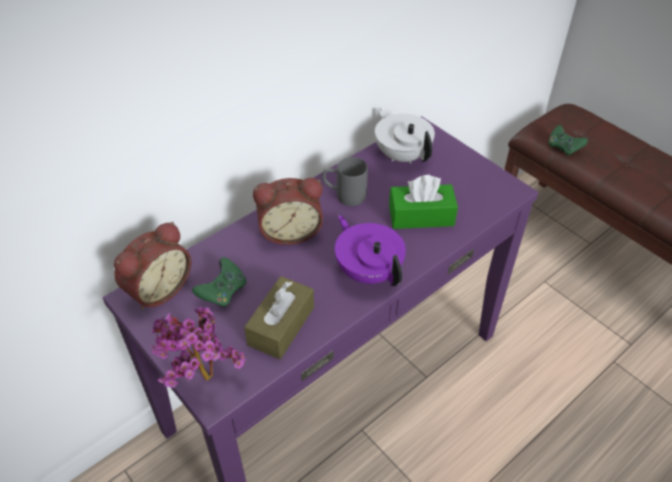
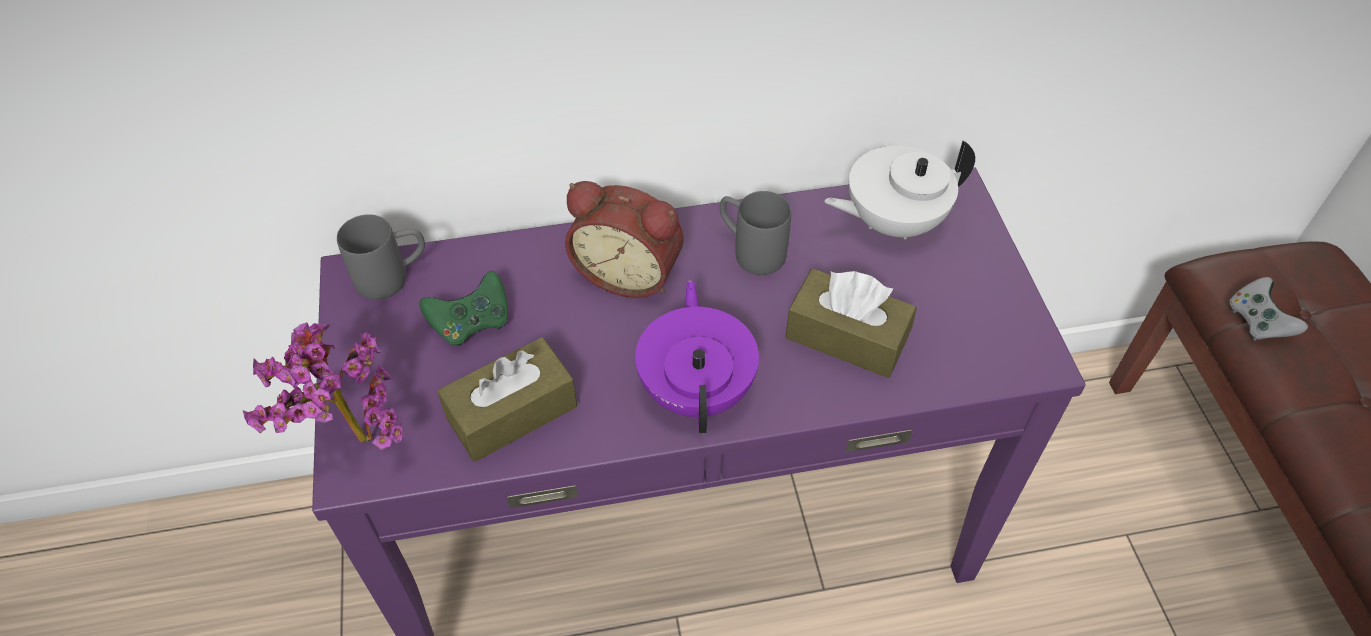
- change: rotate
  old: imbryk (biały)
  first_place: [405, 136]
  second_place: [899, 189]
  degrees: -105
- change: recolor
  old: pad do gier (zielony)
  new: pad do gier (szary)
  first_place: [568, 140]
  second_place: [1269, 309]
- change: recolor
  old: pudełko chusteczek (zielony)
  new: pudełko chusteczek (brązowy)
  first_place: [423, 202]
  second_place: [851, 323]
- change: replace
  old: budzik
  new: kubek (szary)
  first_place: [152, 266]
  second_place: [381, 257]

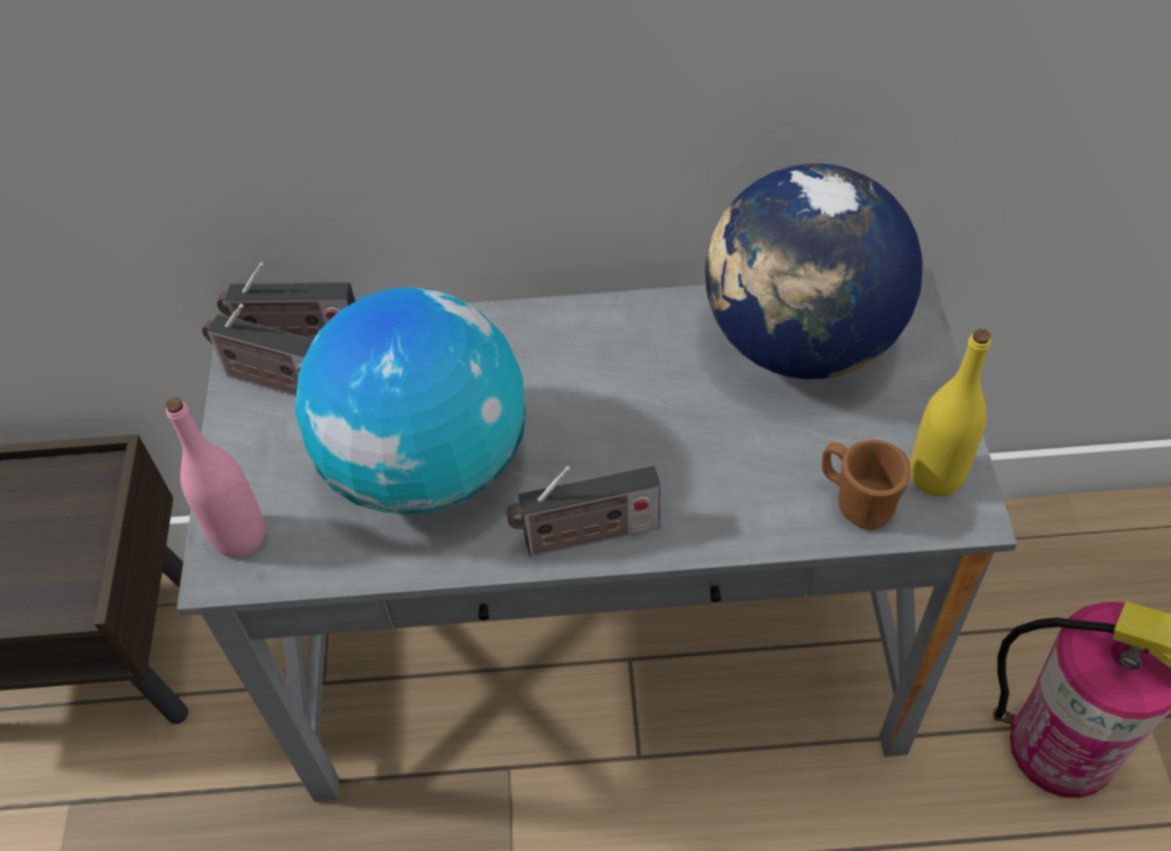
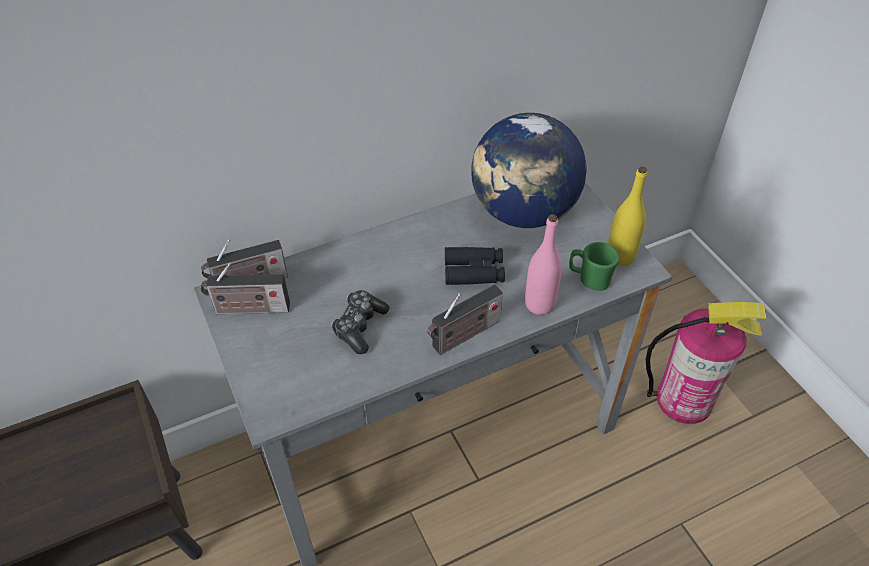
- change: replace
  old: globus
  new: pad do gier
  first_place: [410, 401]
  second_place: [360, 322]
- change: move
  old: butelka (różowy)
  first_place: [215, 477]
  second_place: [543, 264]
- change: recolor
  old: kubek (brązowy)
  new: kubek (zielony)
  first_place: [866, 485]
  second_place: [594, 266]
- change: insert
  new: lornetka (czarny)
  second_place: [475, 266]

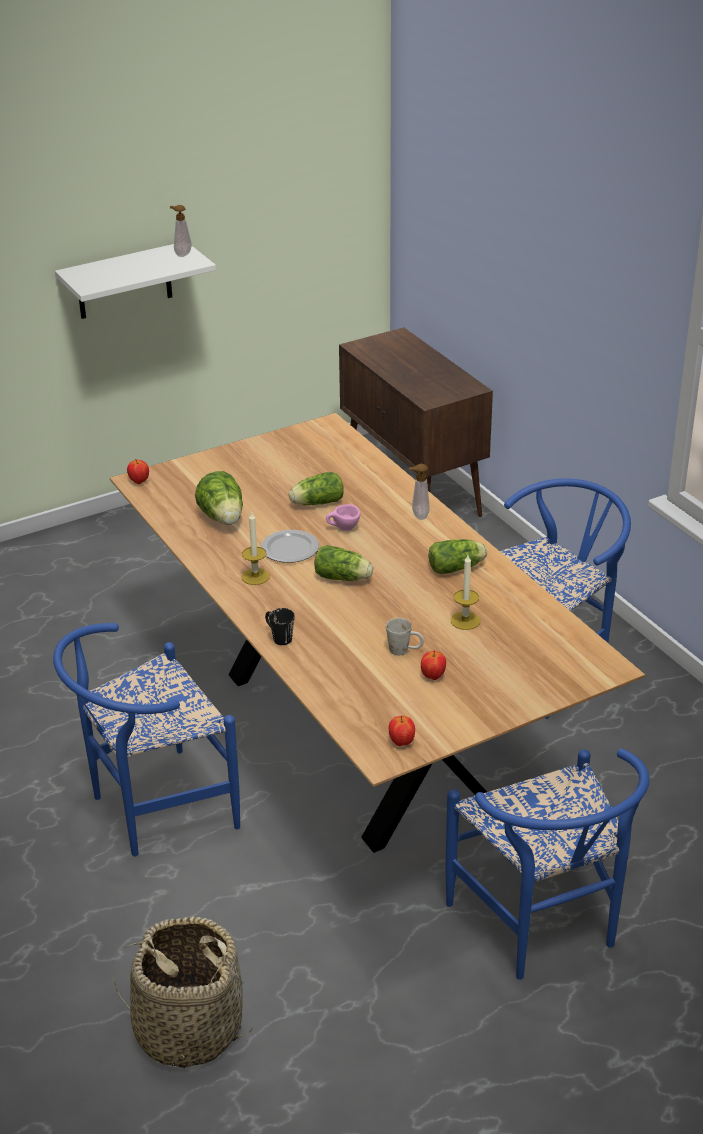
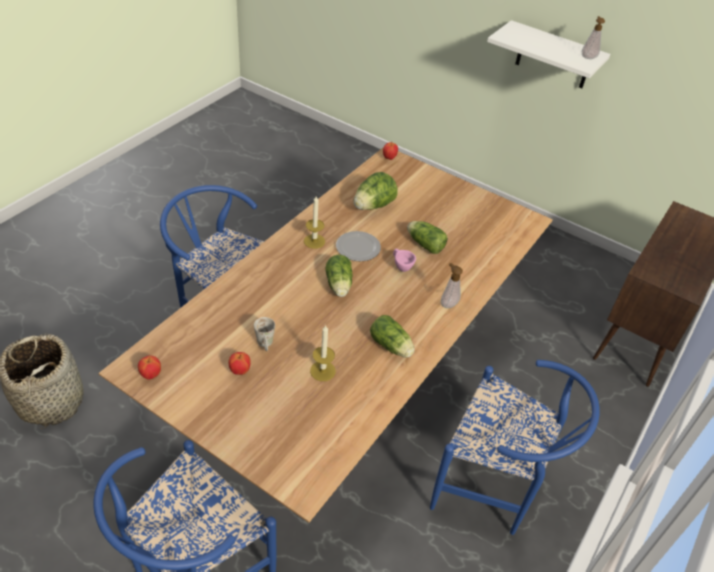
- change: delete
  old: kubek (czarny)
  first_place: [280, 626]

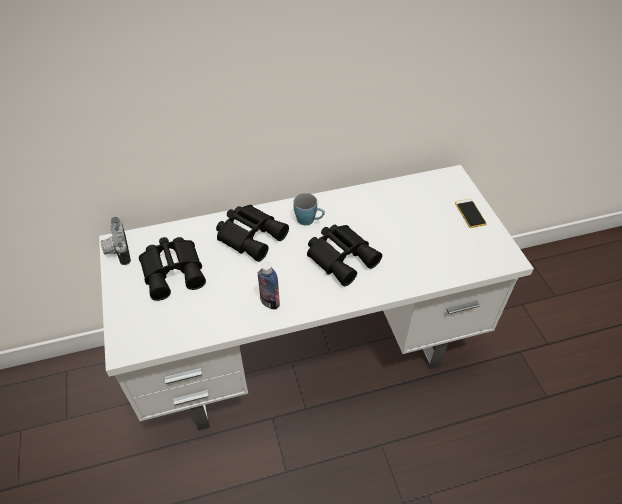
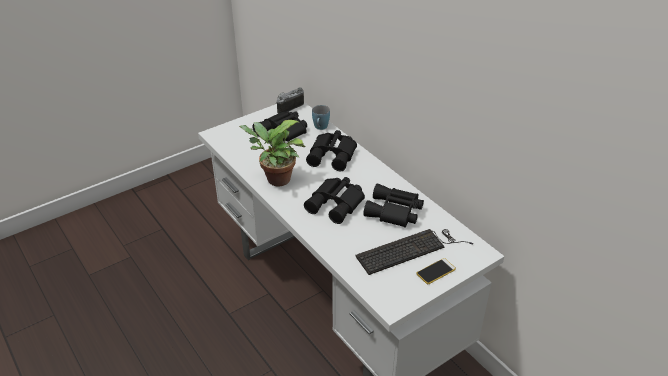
- change: move
  old: kubek (niebieski)
  first_place: [309, 209]
  second_place: [321, 117]
- change: replace
  old: butelka
  new: roślina doniczkowa
  first_place: [269, 286]
  second_place: [272, 153]
- change: insert
  new: lornetka (czarny)
  second_place: [393, 205]
- change: insert
  new: klawiatura
  second_place: [414, 252]

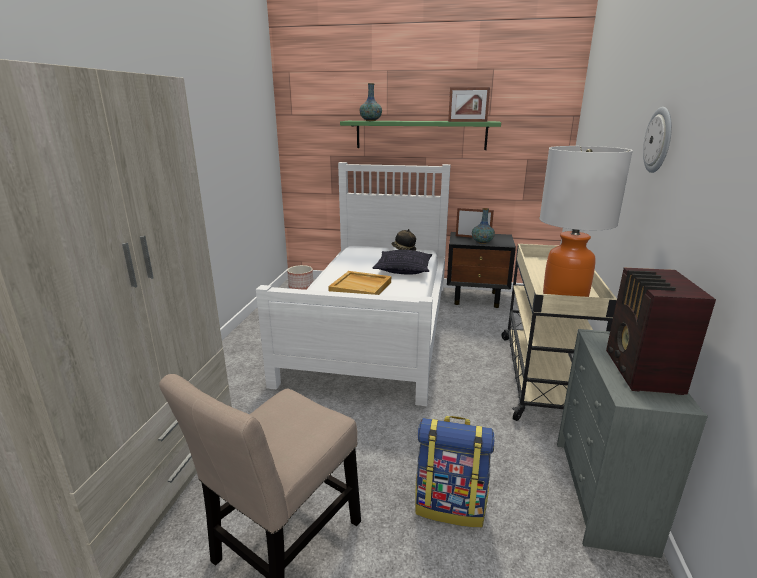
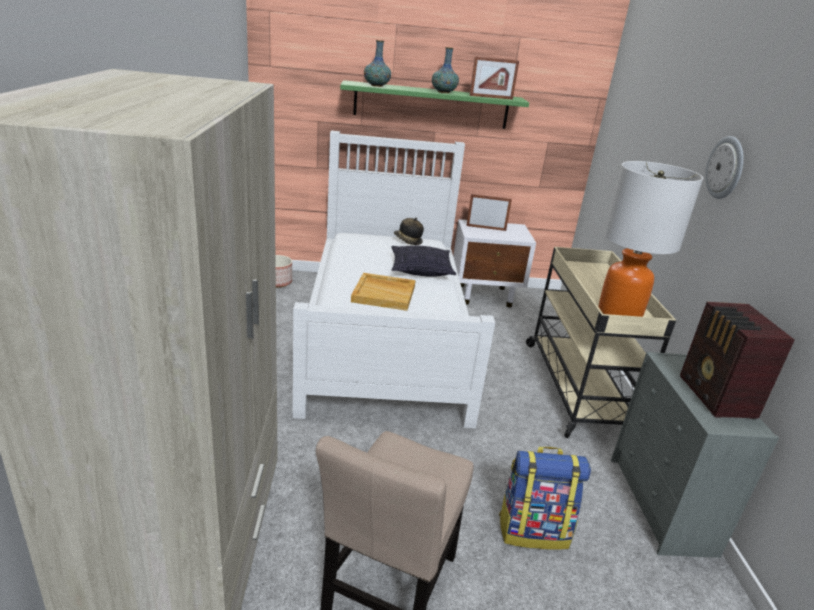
- change: move
  old: wazon
  first_place: [483, 226]
  second_place: [445, 70]
- change: recolor
  old: szafka nocna (czarny)
  new: szafka nocna (biały)
  first_place: [481, 270]
  second_place: [494, 263]

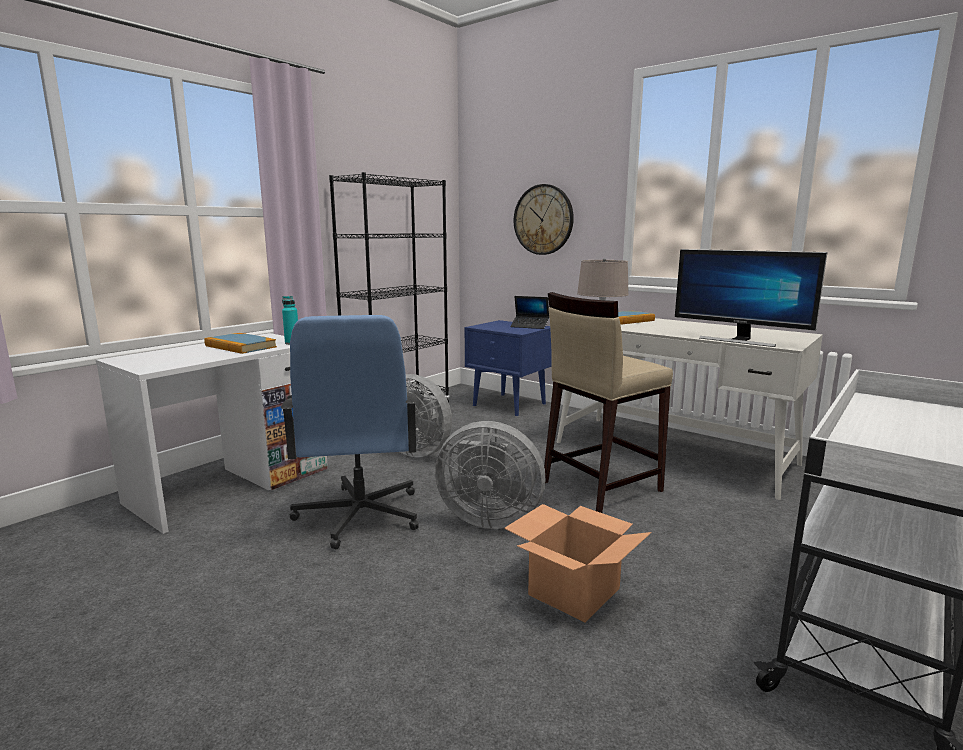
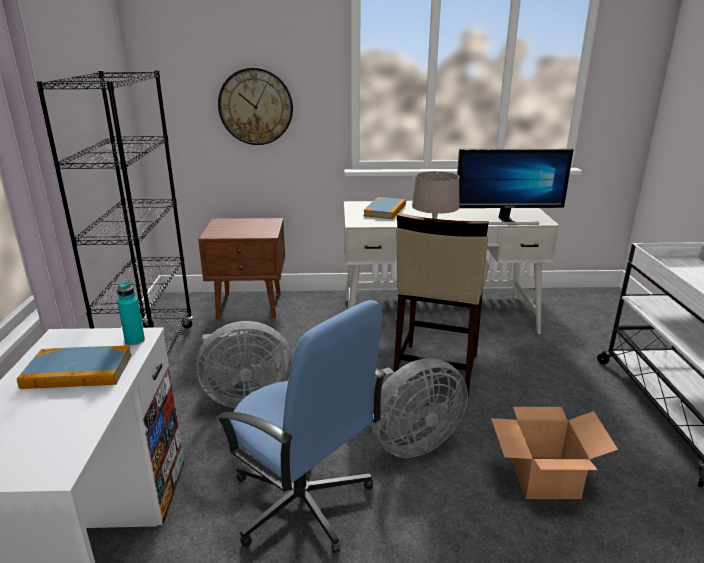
- change: delete
  old: laptop
  first_place: [529, 312]
- change: recolor
  old: szafka nocna (niebieski)
  new: szafka nocna (brązowy)
  first_place: [508, 368]
  second_place: [241, 268]

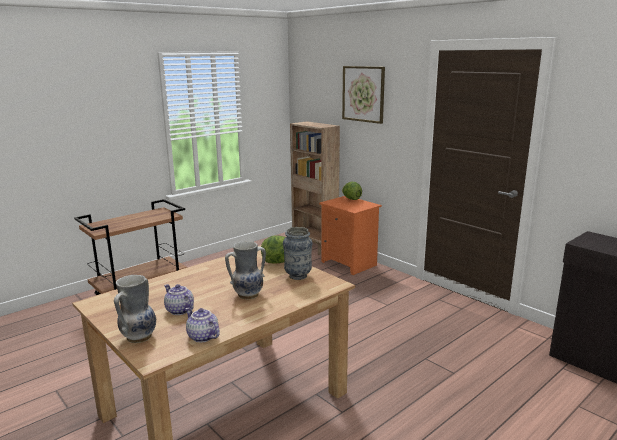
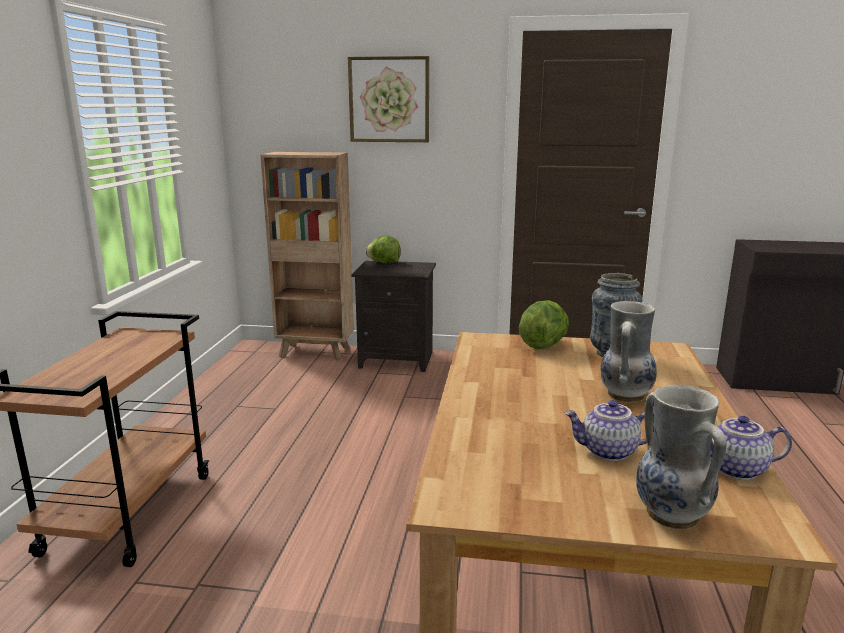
- change: recolor
  old: szafka nocna (pomarańczowy)
  new: szafka nocna (czarny)
  first_place: [350, 235]
  second_place: [393, 316]

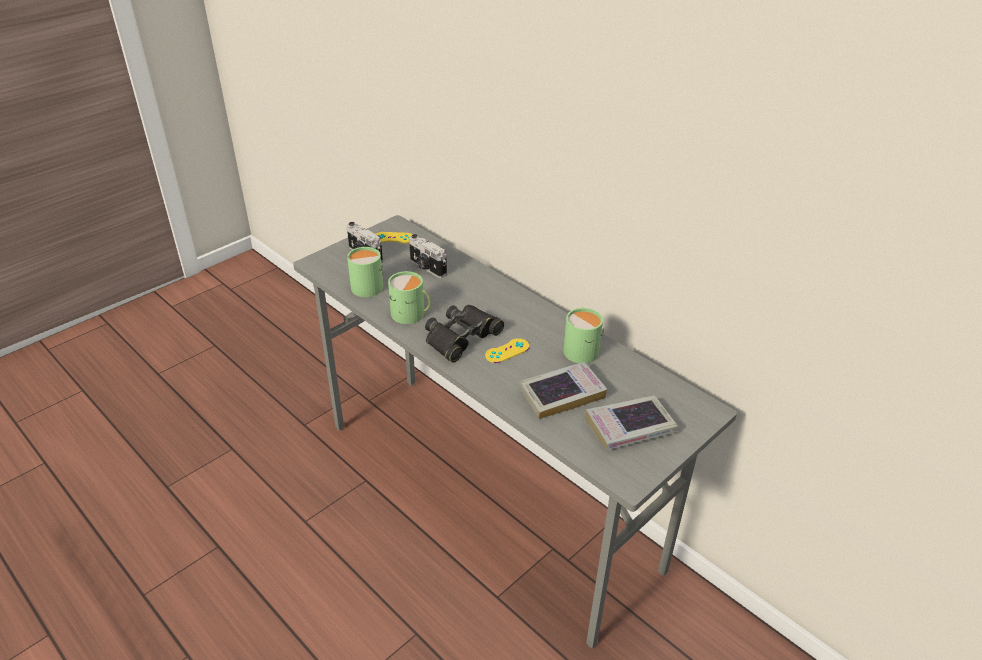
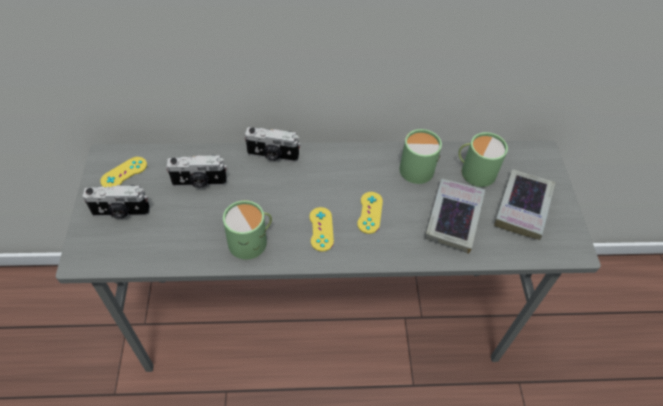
- change: move
  old: kubek (zielony)
  first_place: [365, 272]
  second_place: [483, 159]
- change: replace
  old: lornetka (czarny)
  new: pad do gier (żółty)
  first_place: [464, 334]
  second_place: [321, 229]
- change: insert
  new: aparat fotograficzny
  second_place: [272, 144]

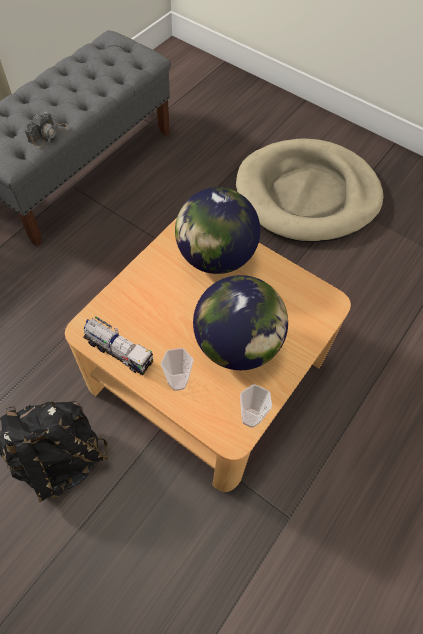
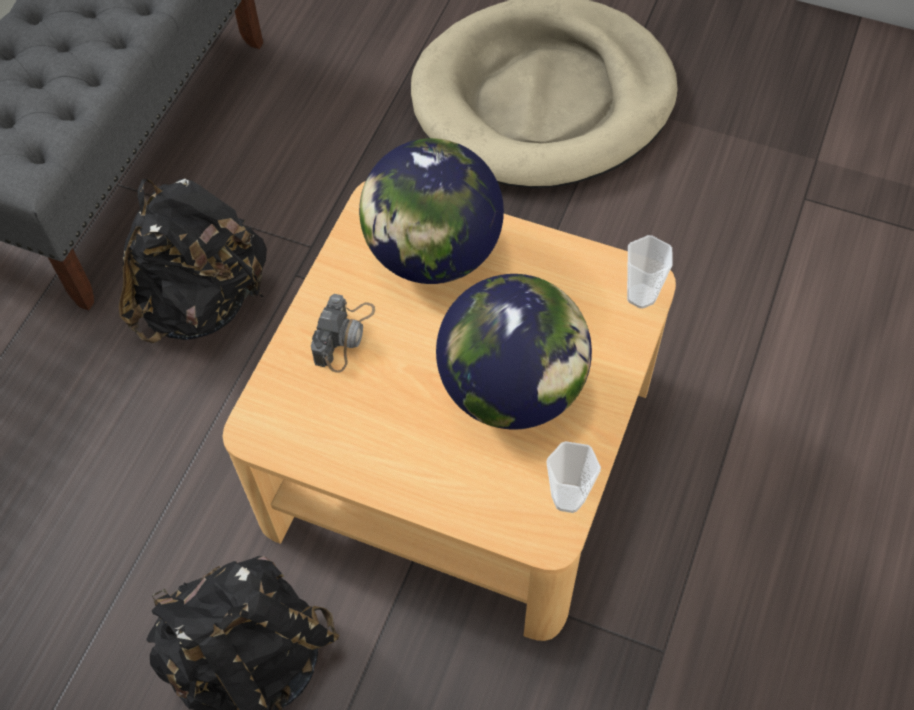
- change: move
  old: aparat fotograficzny
  first_place: [46, 129]
  second_place: [343, 333]
- change: delete
  old: ciężarówka zabawkowa
  first_place: [118, 346]
- change: move
  old: filiżanka
  first_place: [177, 369]
  second_place: [650, 272]
- change: insert
  new: plecak (czarny)
  second_place: [193, 261]

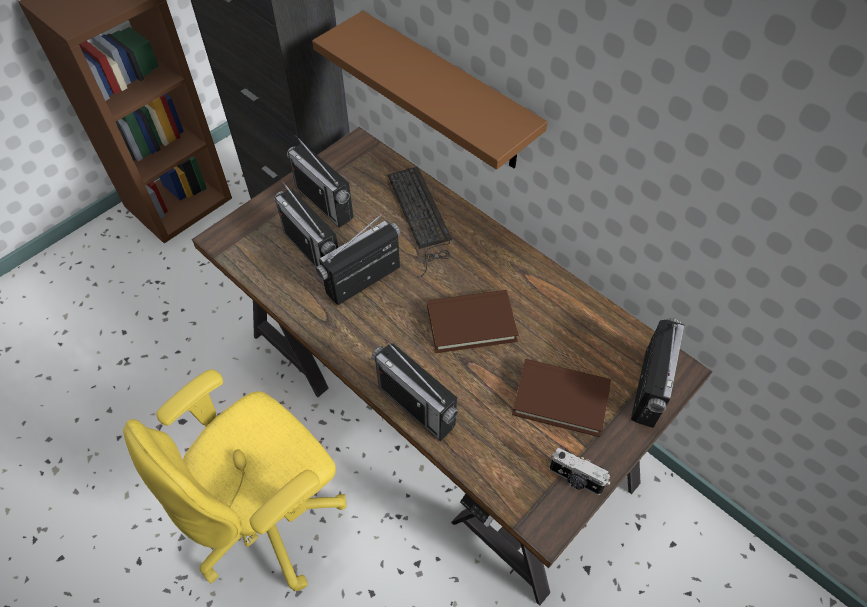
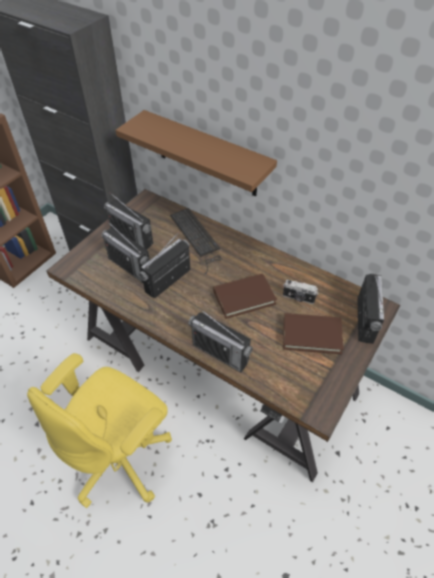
- change: move
  old: aparat fotograficzny
  first_place: [579, 471]
  second_place: [300, 291]

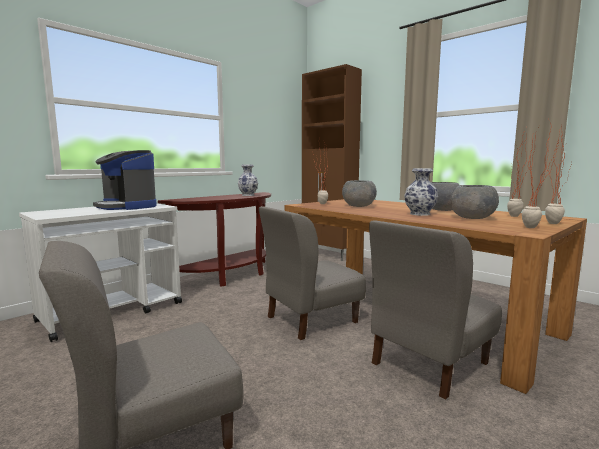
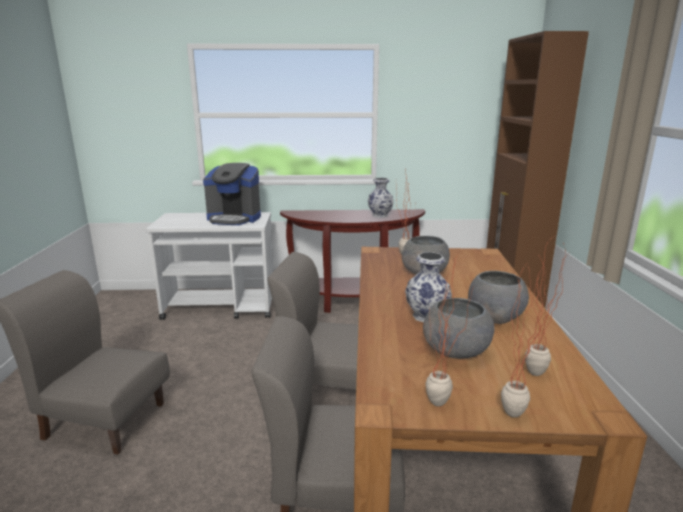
- change: rotate
  old: ekspres do kawy
  first_place: [125, 180]
  second_place: [232, 194]
  degrees: -75

